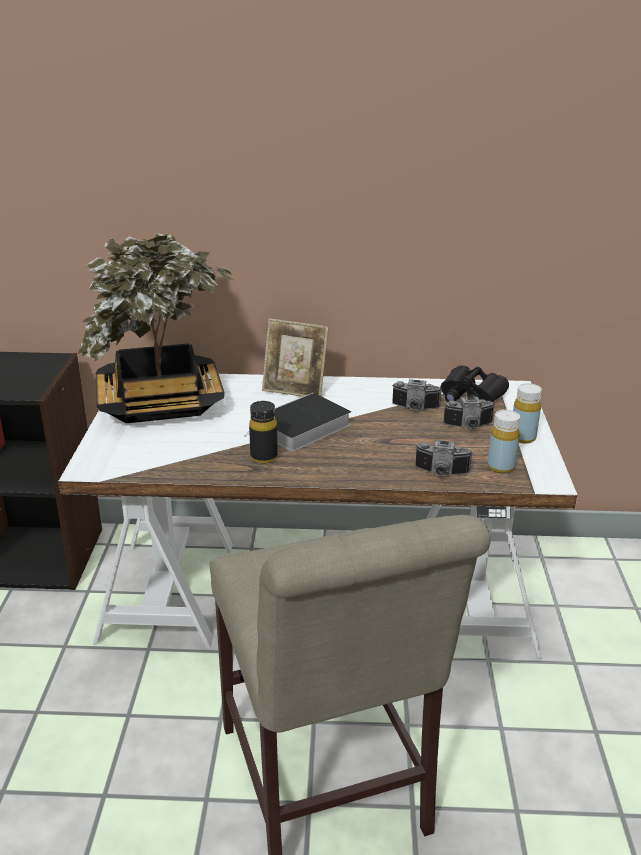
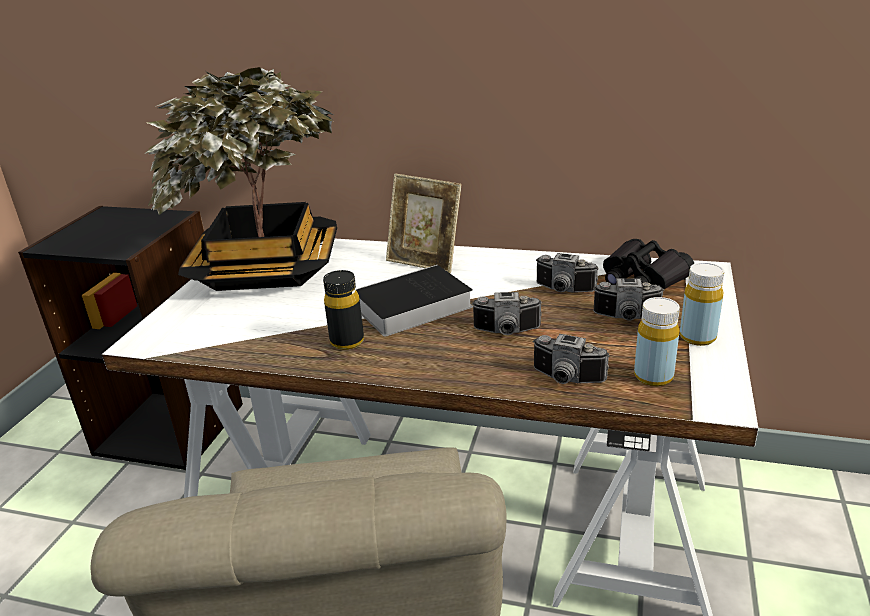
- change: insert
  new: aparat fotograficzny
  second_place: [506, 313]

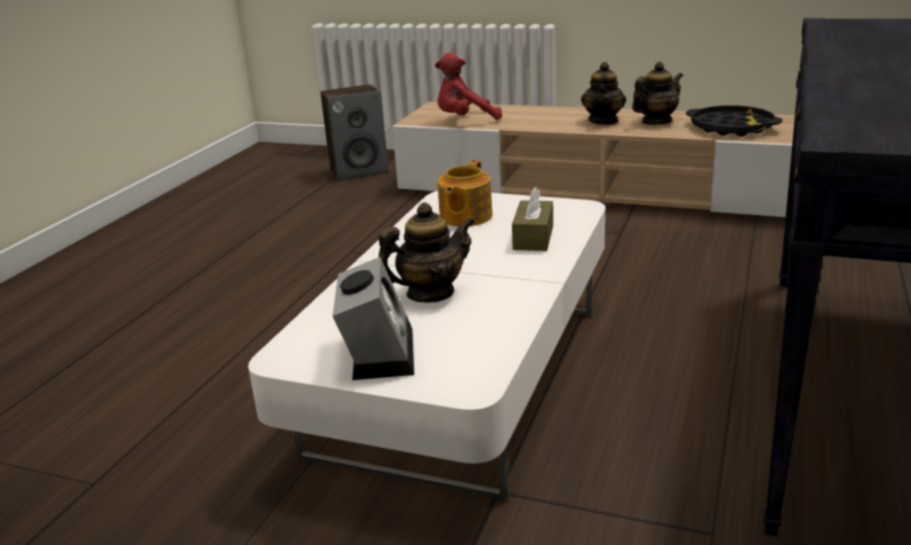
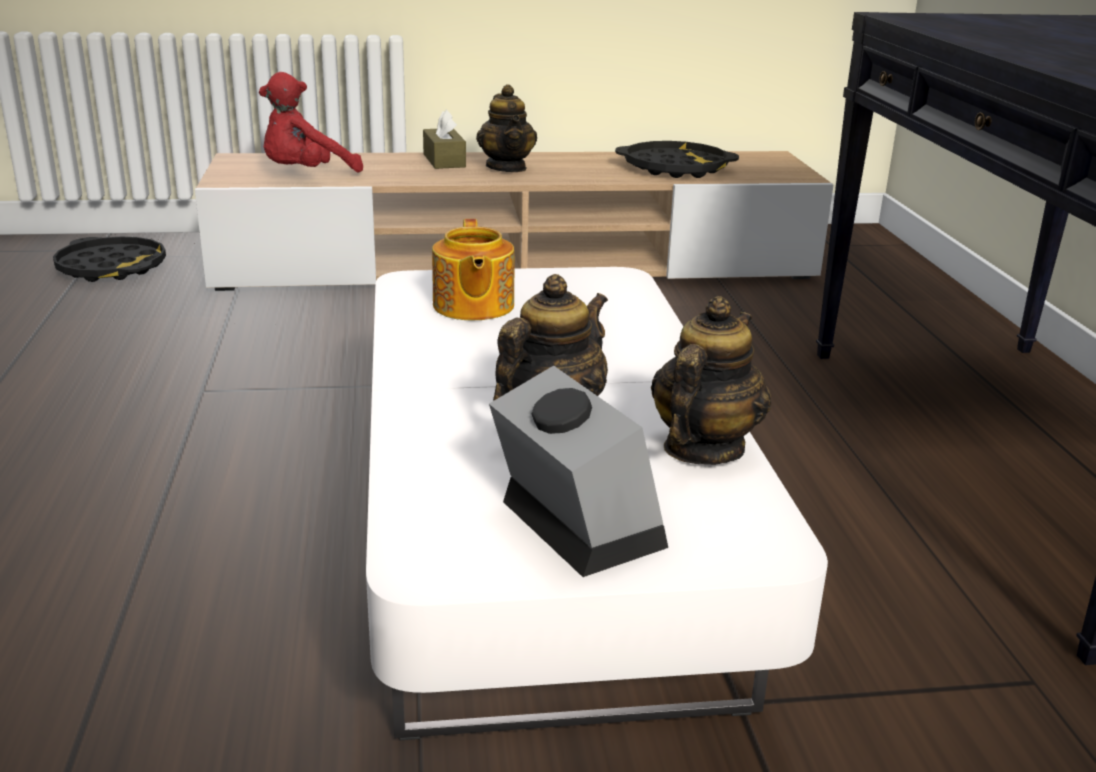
- change: move
  old: imbryk
  first_place: [657, 93]
  second_place: [711, 380]
- change: replace
  old: głośnik
  new: taca (czarny)
  first_place: [355, 132]
  second_place: [109, 259]
- change: move
  old: pudełko chusteczek (brązowy)
  first_place: [532, 218]
  second_place: [444, 139]

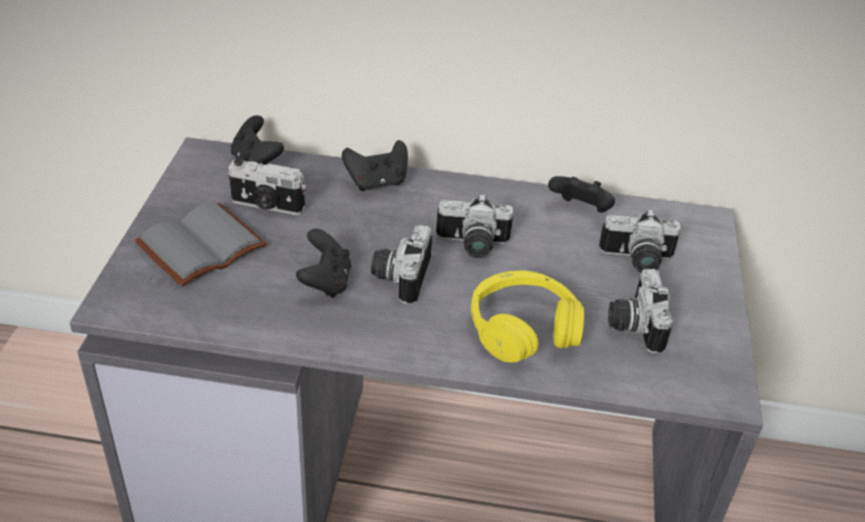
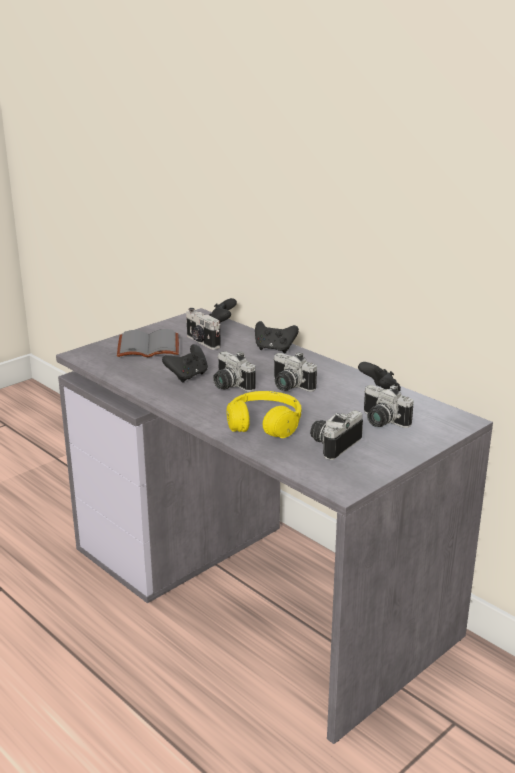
- change: rotate
  old: aparat fotograficzny
  first_place: [401, 265]
  second_place: [234, 371]
  degrees: -90

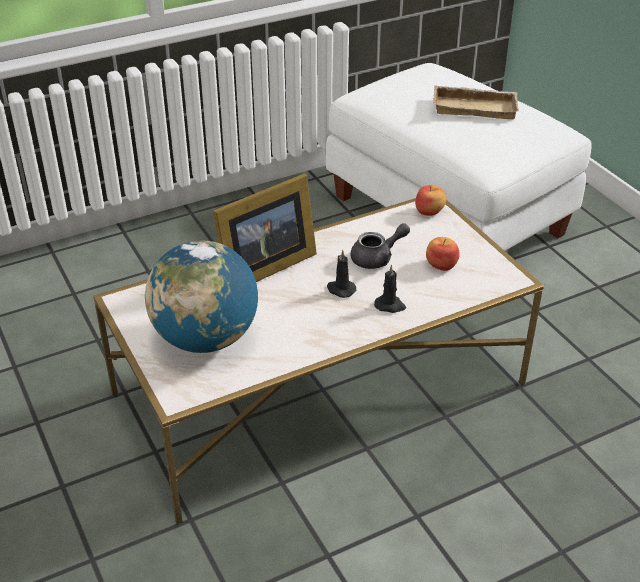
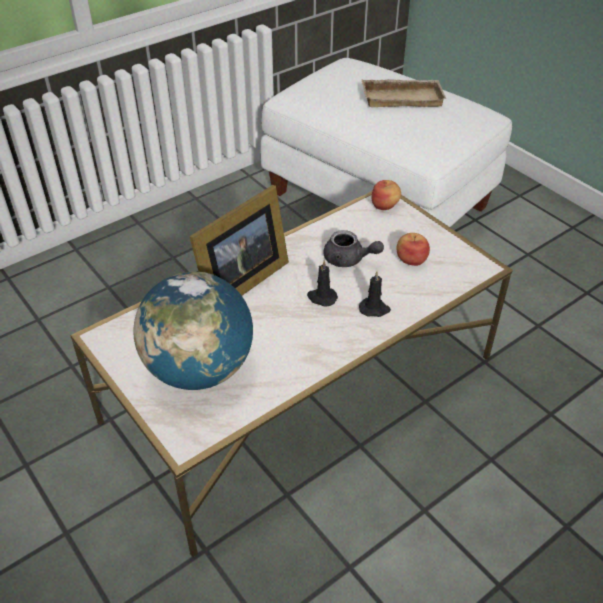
- change: rotate
  old: imbryk (szary)
  first_place: [380, 246]
  second_place: [353, 248]
  degrees: 60

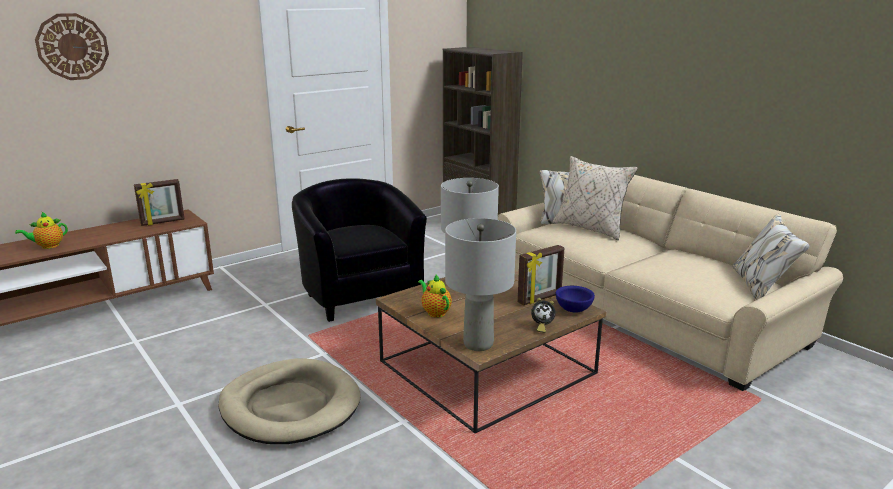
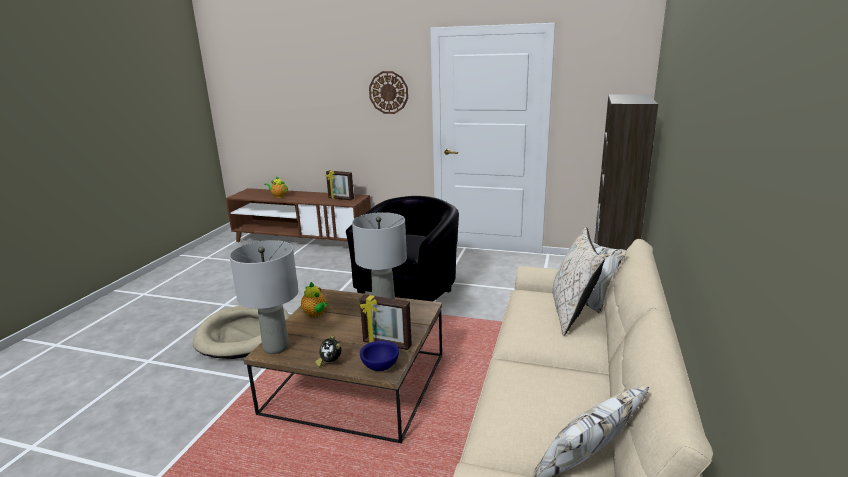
- change: move
  old: zegar ścienny
  first_place: [72, 46]
  second_place: [388, 92]
- change: rotate
  old: imbryk
  first_place: [435, 296]
  second_place: [314, 299]
  degrees: 120

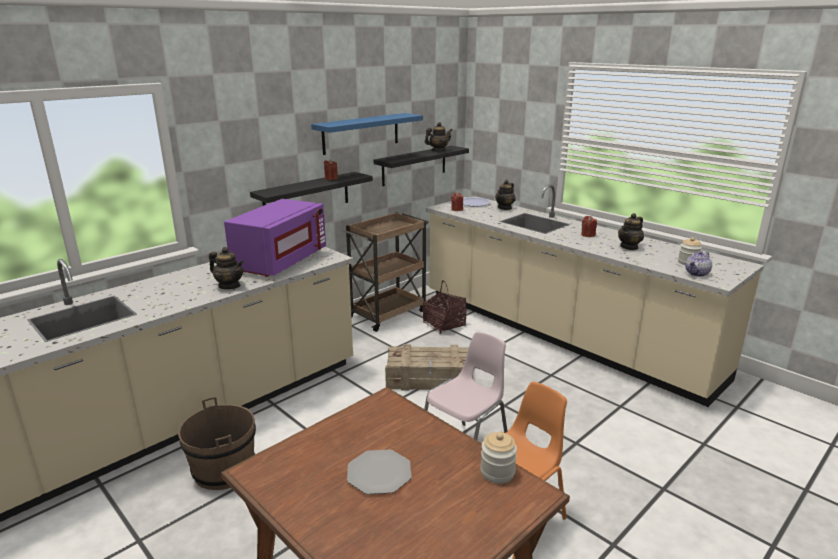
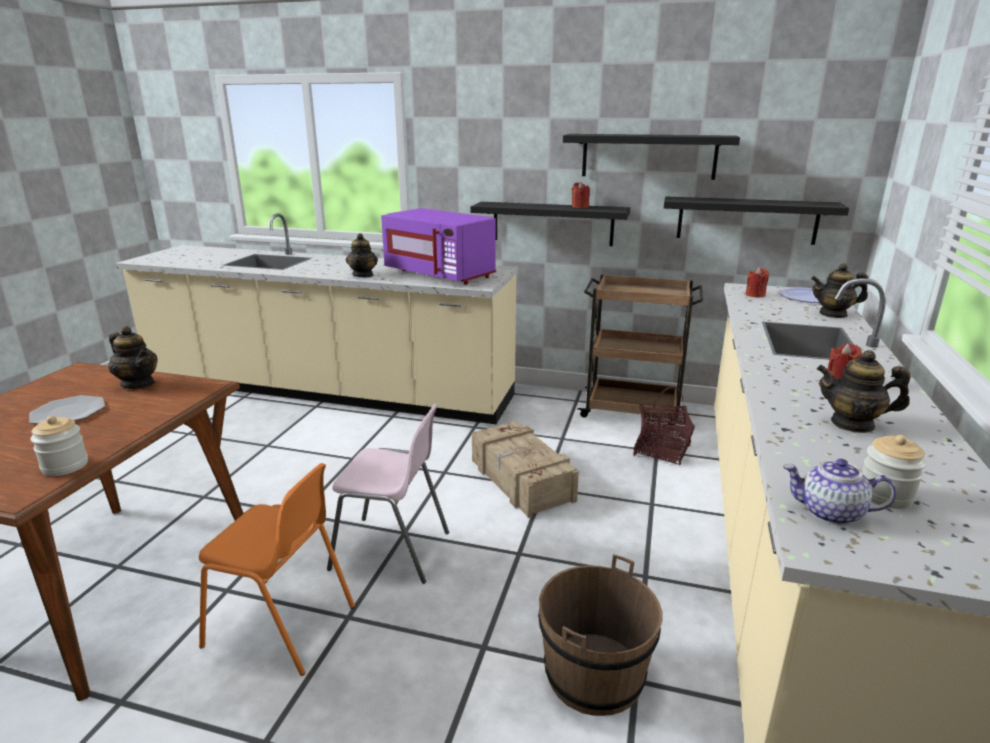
- change: recolor
  old: półka (niebieski)
  new: półka (czarny)
  first_place: [367, 134]
  second_place: [651, 157]
- change: move
  old: imbryk
  first_place: [438, 136]
  second_place: [132, 357]
- change: rotate
  old: mikrofalówka (fioletowy)
  first_place: [275, 238]
  second_place: [438, 246]
  degrees: 45
- change: move
  old: wiadro (brązowy)
  first_place: [217, 443]
  second_place: [600, 635]

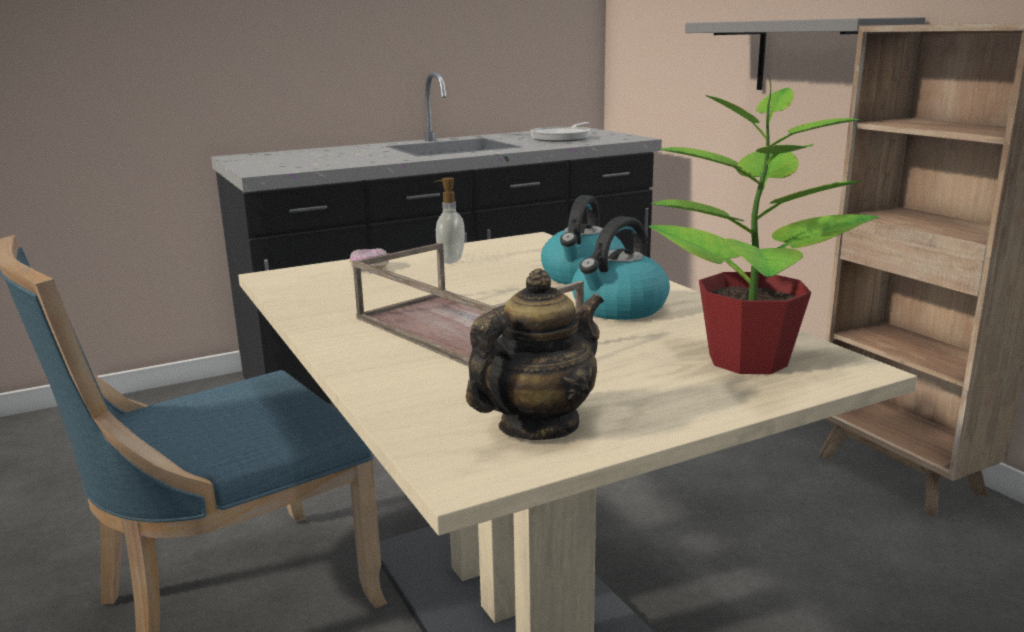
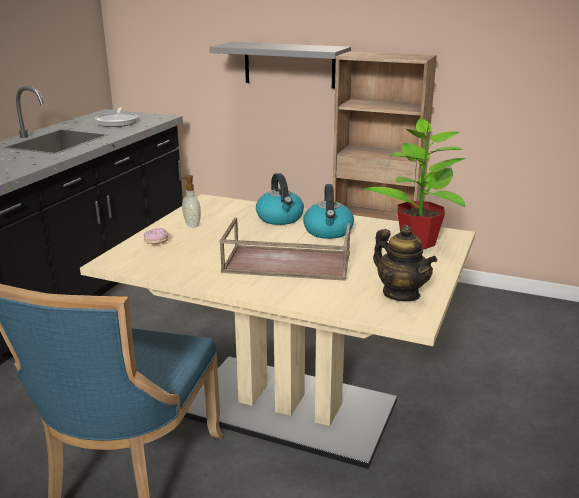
- change: rotate
  old: imbryk
  first_place: [535, 354]
  second_place: [405, 263]
  degrees: 135

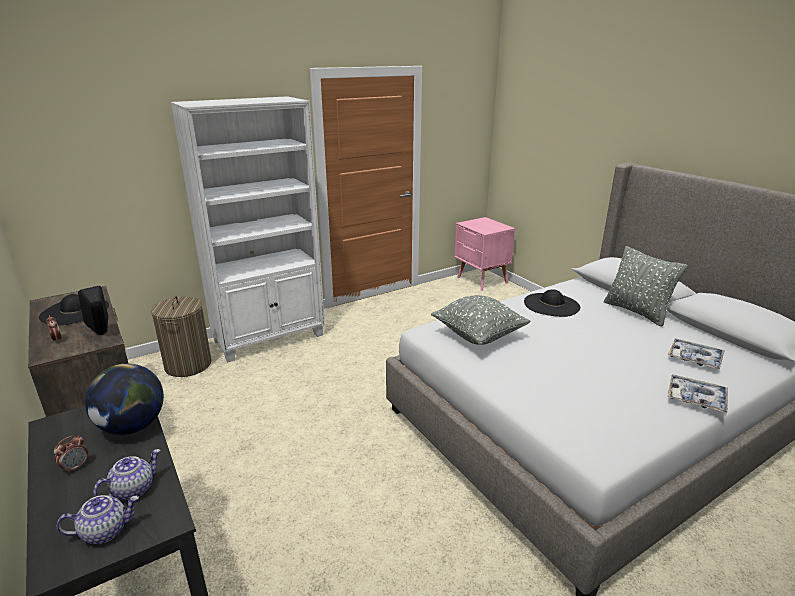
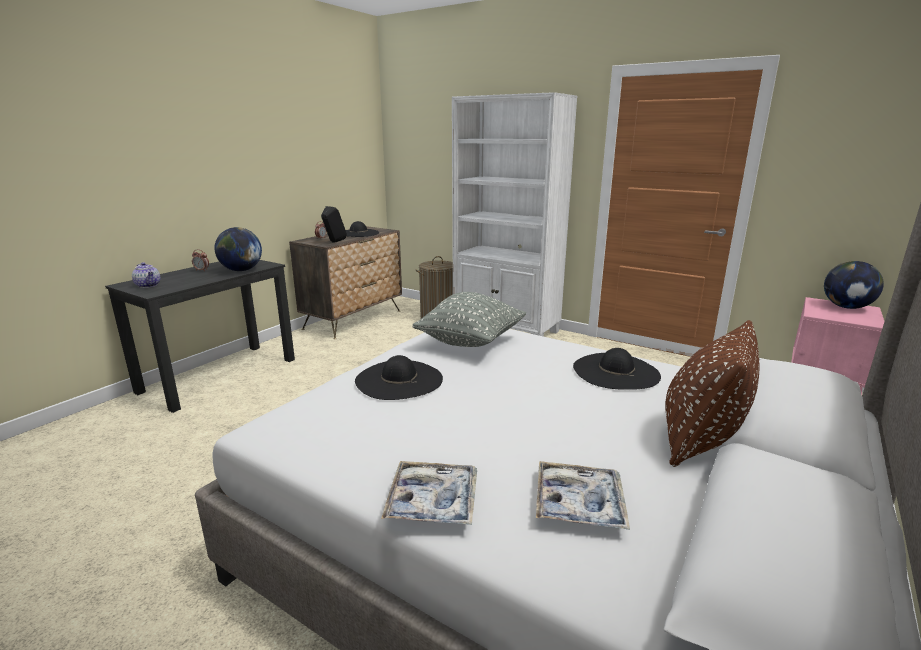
- change: recolor
  old: poduszka (szary)
  new: poduszka (brązowy)
  first_place: [646, 286]
  second_place: [712, 393]
- change: delete
  old: imbryk
  first_place: [127, 474]
- change: insert
  new: globus
  second_place: [854, 285]
- change: insert
  new: kapelusz (czarny)
  second_place: [399, 377]

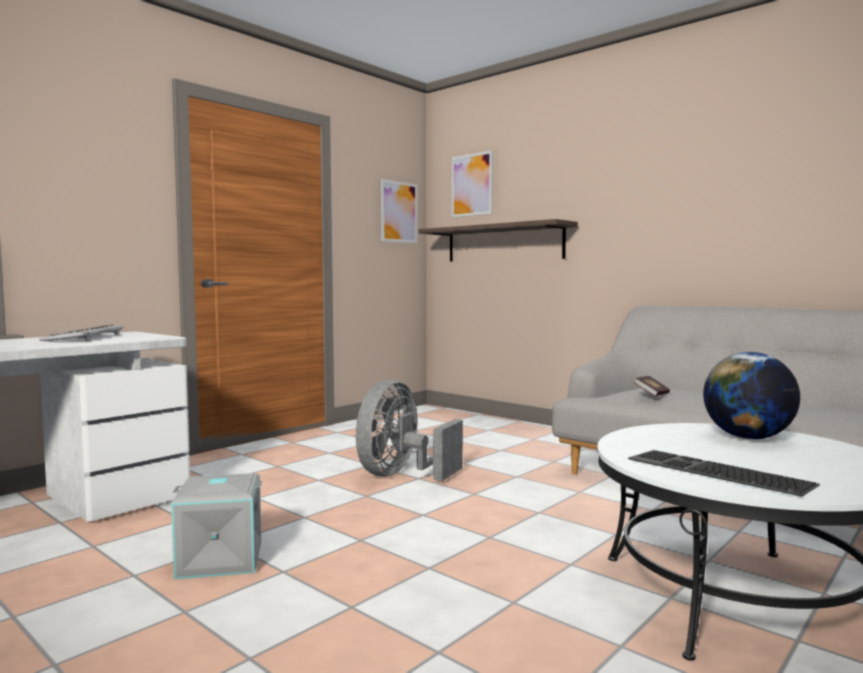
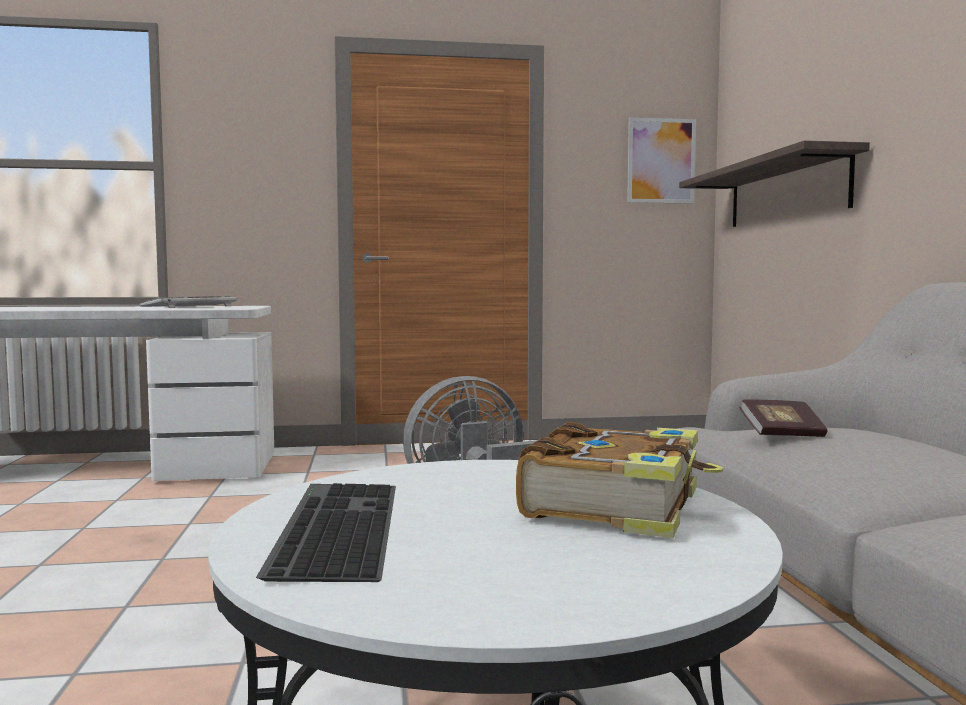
- change: delete
  old: obraz
  first_place: [472, 184]
- change: replace
  old: globus
  new: książka
  first_place: [751, 395]
  second_place: [619, 480]
- change: delete
  old: pojemnik do przechowywania (szary)
  first_place: [216, 526]

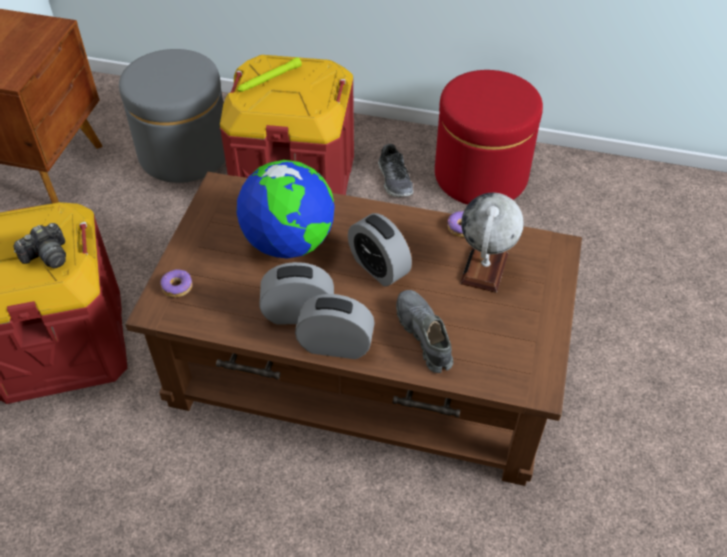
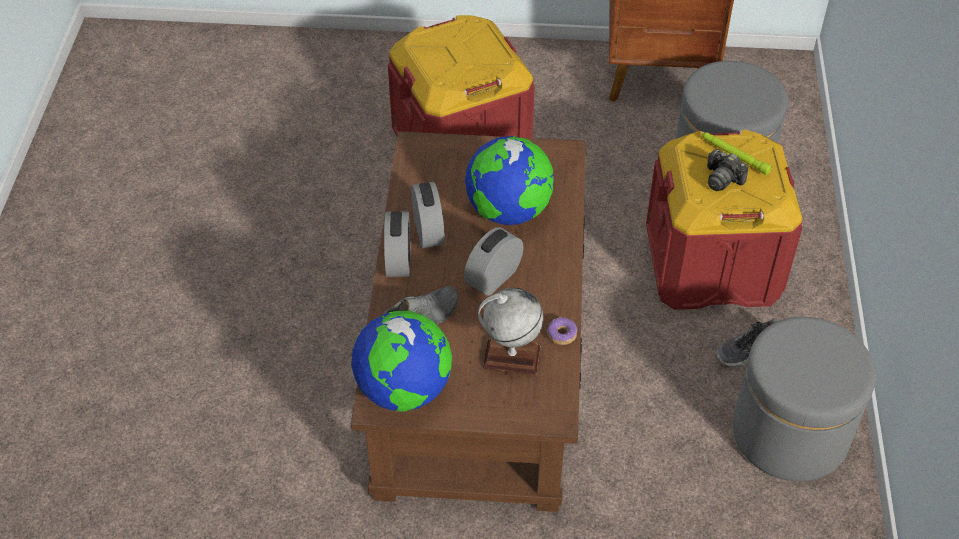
- change: recolor
  old: pufa (czerwony)
  new: pufa (szary)
  first_place: [489, 137]
  second_place: [804, 399]
- change: move
  old: aparat fotograficzny
  first_place: [39, 245]
  second_place: [727, 170]
- change: delete
  old: donut
  first_place: [177, 283]
- change: insert
  new: globus
  second_place: [401, 361]

